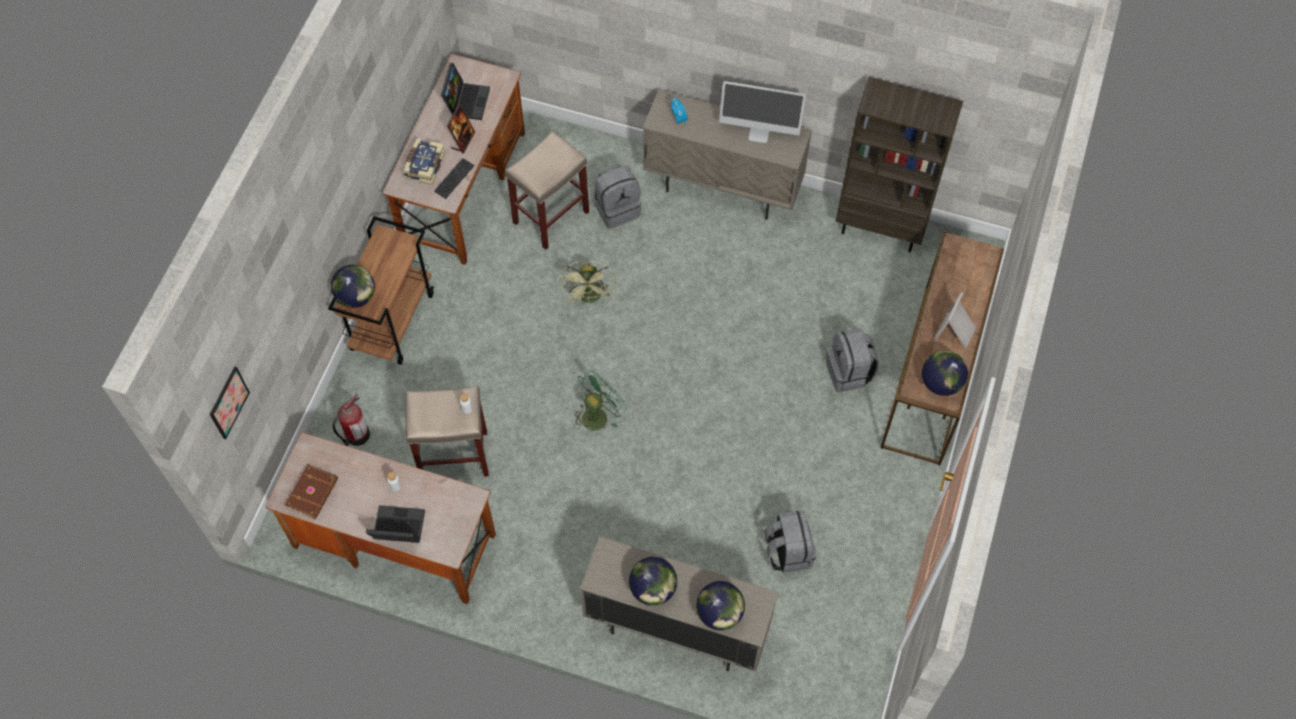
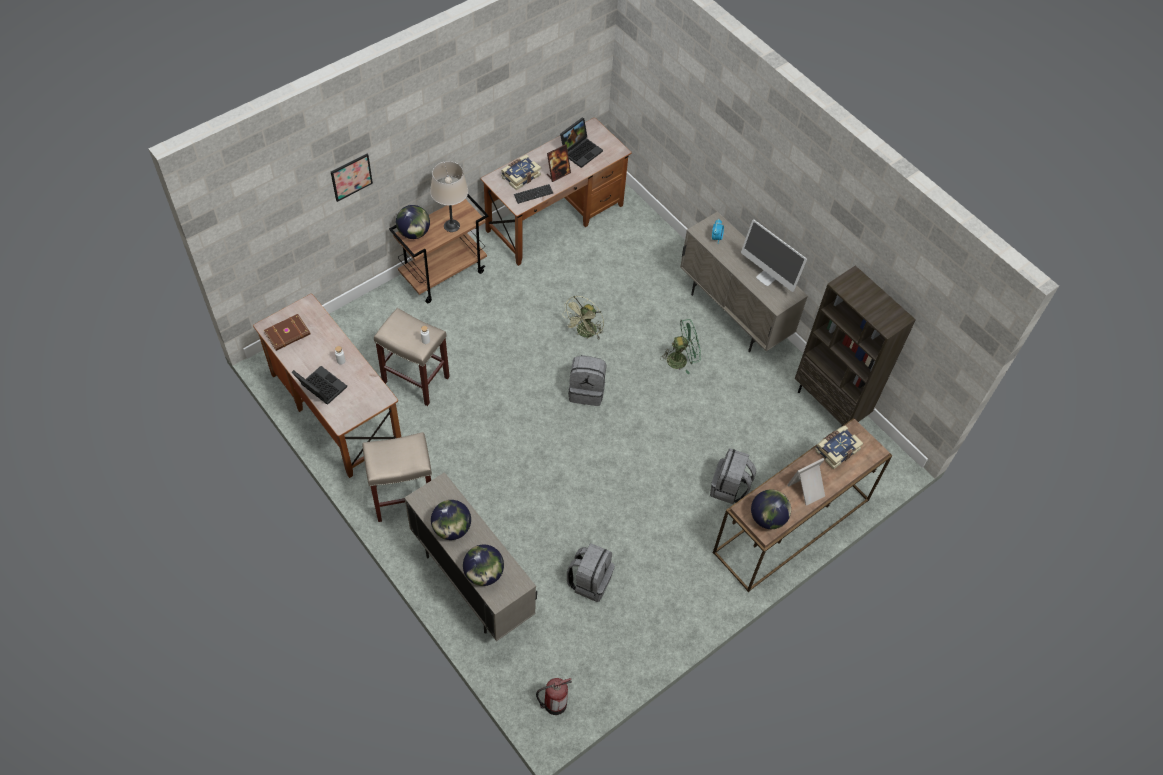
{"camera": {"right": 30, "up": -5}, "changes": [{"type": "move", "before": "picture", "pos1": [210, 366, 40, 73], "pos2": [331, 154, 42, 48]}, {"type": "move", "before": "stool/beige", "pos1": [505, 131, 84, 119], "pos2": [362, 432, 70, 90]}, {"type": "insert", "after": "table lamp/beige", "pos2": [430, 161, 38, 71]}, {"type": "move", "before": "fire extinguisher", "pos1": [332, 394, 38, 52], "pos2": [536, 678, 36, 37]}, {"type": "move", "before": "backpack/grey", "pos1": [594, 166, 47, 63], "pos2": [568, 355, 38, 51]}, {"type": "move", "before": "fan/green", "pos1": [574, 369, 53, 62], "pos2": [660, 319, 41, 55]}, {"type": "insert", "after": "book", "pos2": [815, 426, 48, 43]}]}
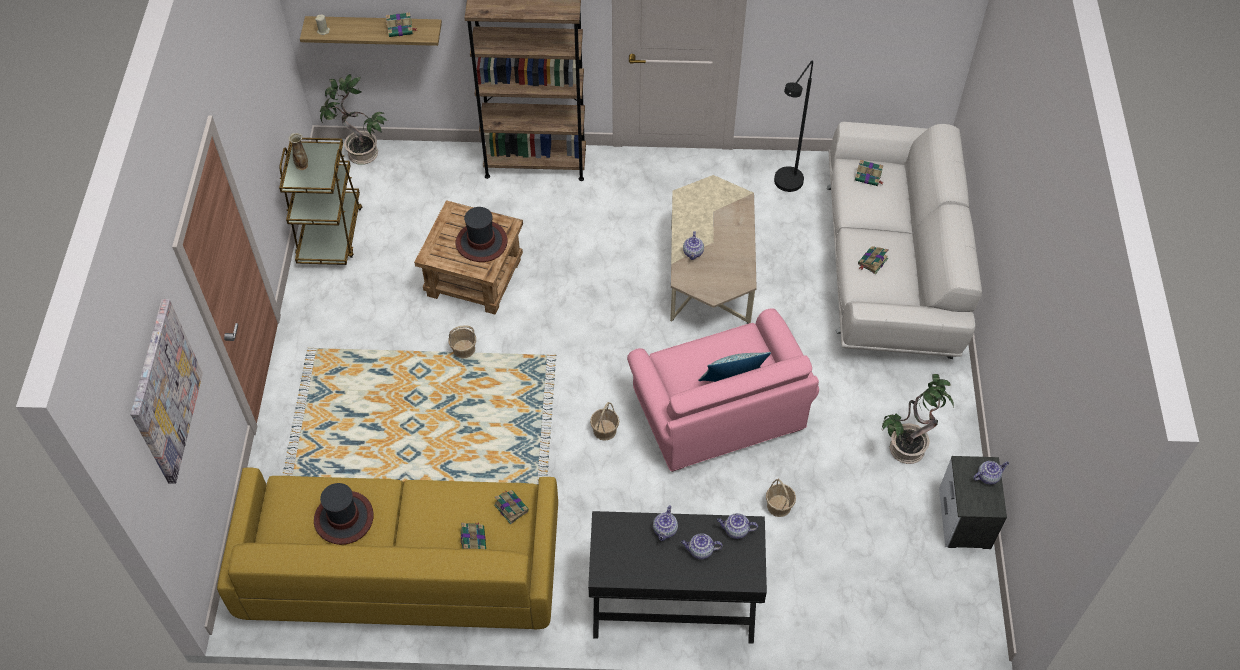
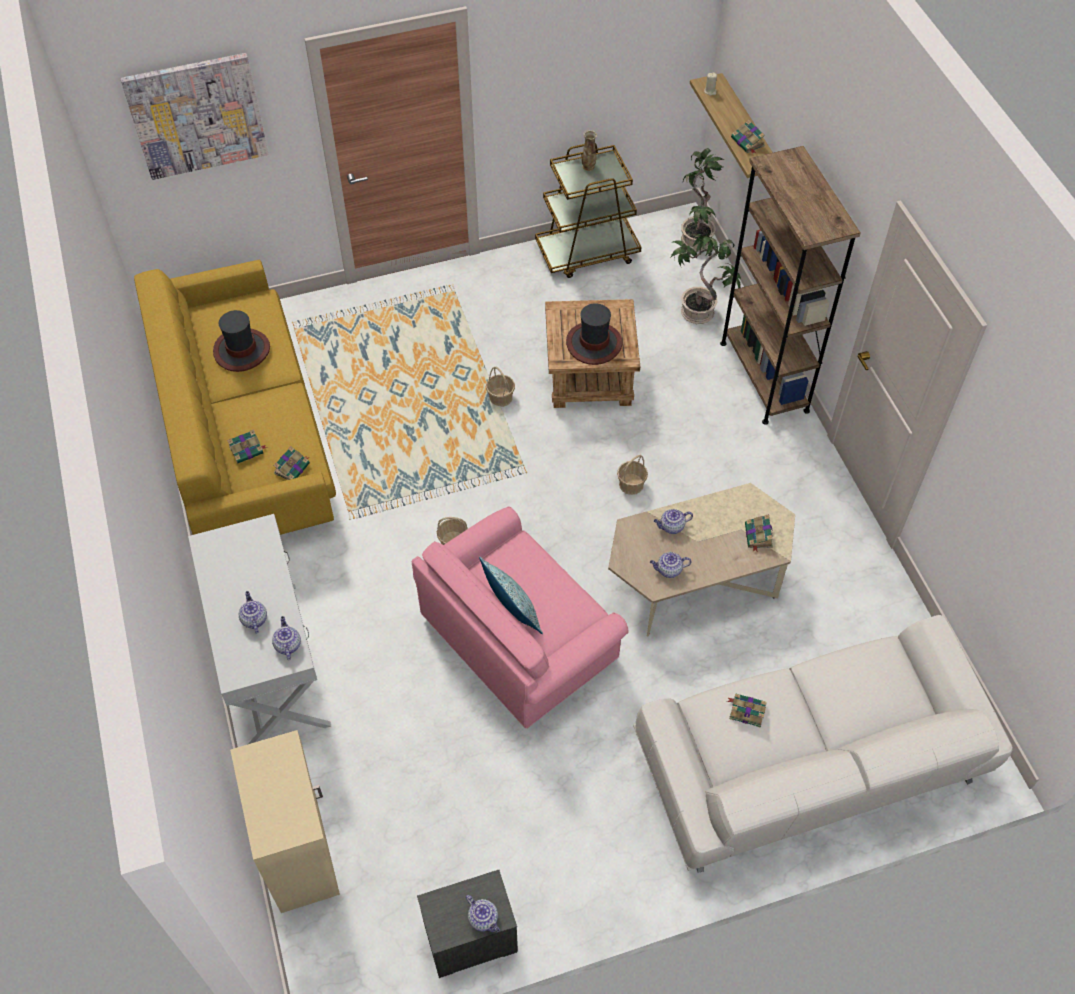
{"camera": {"right": 70, "up": 0}, "changes": [{"type": "recolor", "before": "console table/black", "after": "console table/white", "pos1": [588, 511, 179, 133], "pos2": [188, 514, 143, 231]}, {"type": "insert", "after": "cabinet/beige", "pos2": [230, 730, 110, 183]}, {"type": "move", "before": "basket", "pos1": [766, 479, 30, 38], "pos2": [617, 455, 31, 40]}, {"type": "move", "before": "teapot", "pos1": [653, 505, 25, 36], "pos2": [650, 552, 42, 26]}, {"type": "move", "before": "potted plant", "pos1": [882, 374, 72, 90], "pos2": [670, 234, 71, 90]}, {"type": "move", "before": "book", "pos1": [855, 160, 29, 26], "pos2": [745, 514, 28, 38]}, {"type": "delete", "before": "floor lamp/black", "pos1": [774, 61, 39, 131]}]}
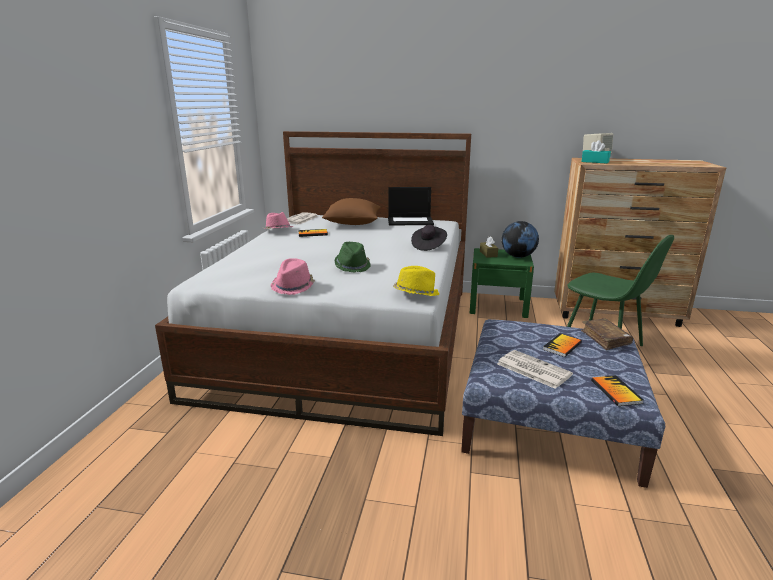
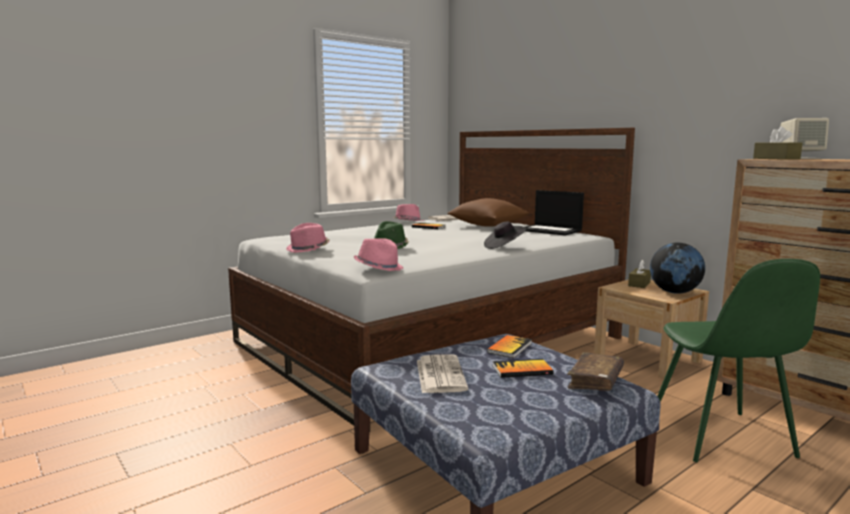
{"camera": {"right": 40, "up": -10}, "changes": [{"type": "recolor", "before": "hat/yellow", "after": "hat/pink", "pos1": [393, 266, 47, 30], "pos2": [354, 238, 49, 33]}, {"type": "move", "before": "book", "pos1": [591, 375, 53, 31], "pos2": [487, 335, 45, 23]}, {"type": "recolor", "before": "nightstand/green", "after": "nightstand/beige", "pos1": [469, 248, 65, 70], "pos2": [594, 279, 115, 100]}, {"type": "recolor", "before": "tissue box/turquoise", "after": "tissue box/brown", "pos1": [581, 140, 30, 23], "pos2": [753, 126, 49, 34]}]}
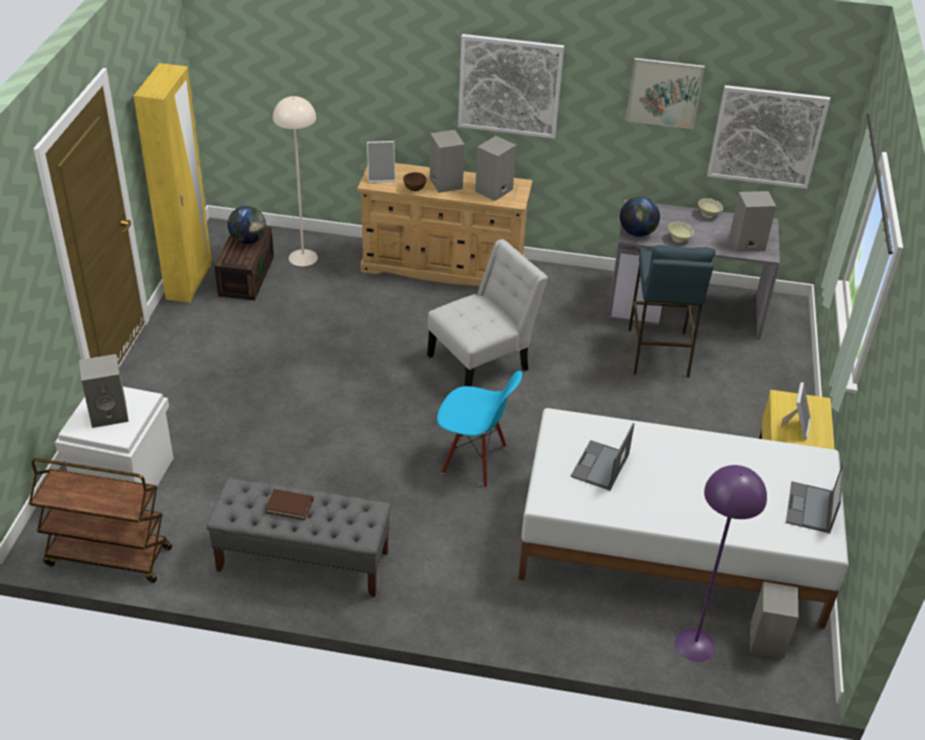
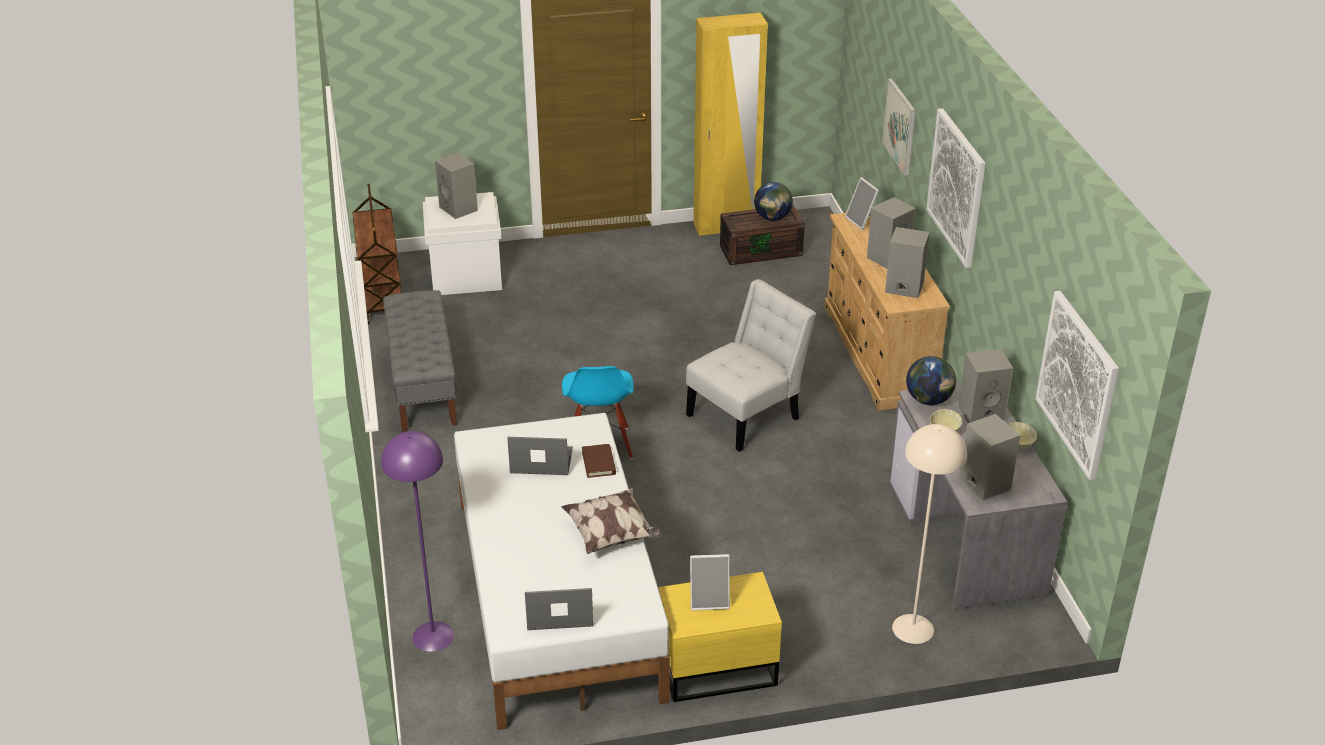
{"camera": {"right": 70, "up": -5}, "changes": [{"type": "insert", "after": "pillow", "pos2": [561, 488, 101, 66]}, {"type": "move", "before": "book/brown", "pos1": [265, 489, 48, 31], "pos2": [582, 444, 34, 34]}, {"type": "rotate", "before": "chair/white", "pos1": [427, 239, 121, 148], "pos2": [686, 279, 130, 173], "turn": -75}, {"type": "move", "before": "picture", "pos1": [626, 58, 79, 71], "pos2": [882, 78, 33, 98]}, {"type": "move", "before": "floor lamp/beige", "pos1": [273, 96, 45, 170], "pos2": [892, 424, 75, 220]}, {"type": "move", "before": "speaker/grey", "pos1": [750, 581, 48, 78], "pos2": [958, 349, 55, 74]}, {"type": "delete", "before": "bowl/brown", "pos1": [403, 172, 24, 19]}, {"type": "delete", "before": "stool/blue", "pos1": [628, 245, 88, 133]}]}
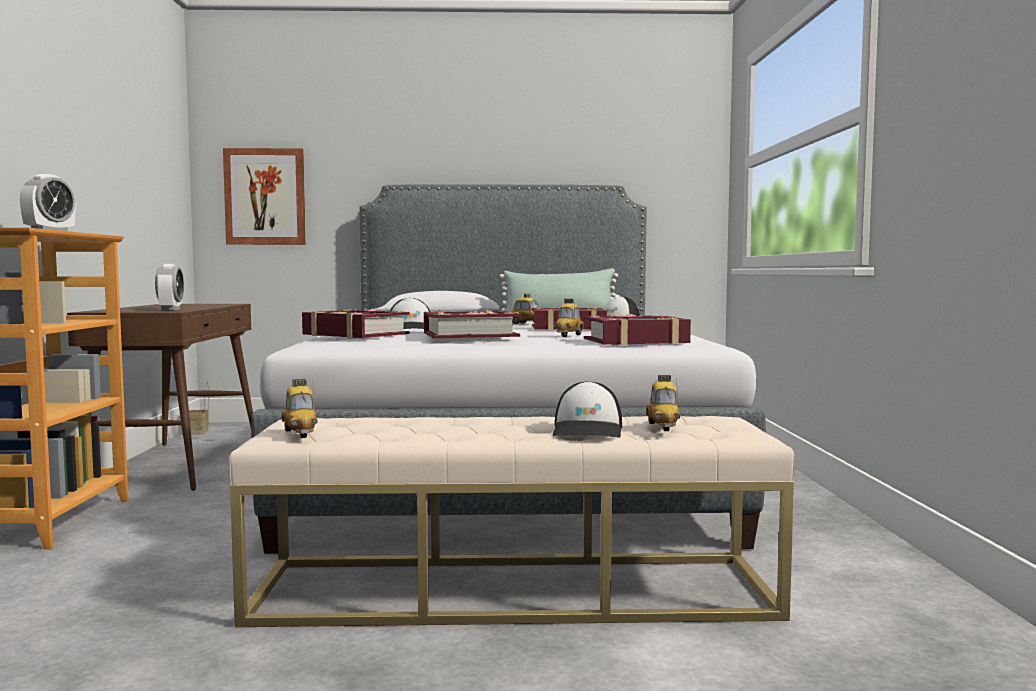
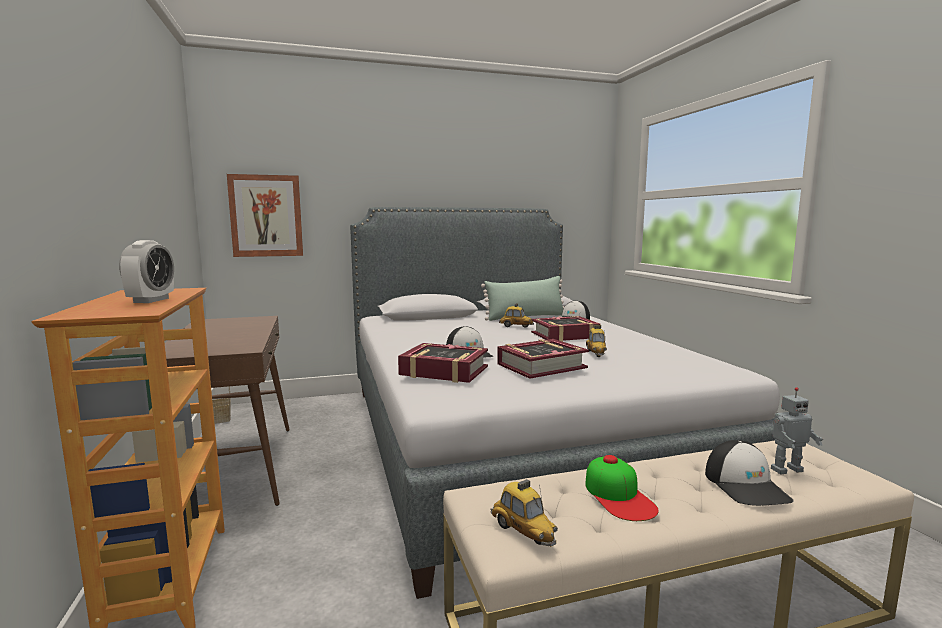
{"camera": {"right": -15, "up": 5}, "changes": [{"type": "insert", "after": "cap", "pos2": [585, 455, 74, 66]}, {"type": "replace", "before": "toy car", "after": "toy robot", "pos1": [646, 375, 34, 56], "pos2": [771, 387, 52, 87]}, {"type": "delete", "before": "alarm clock", "pos1": [155, 264, 29, 46]}, {"type": "delete", "before": "book", "pos1": [584, 314, 107, 31]}]}
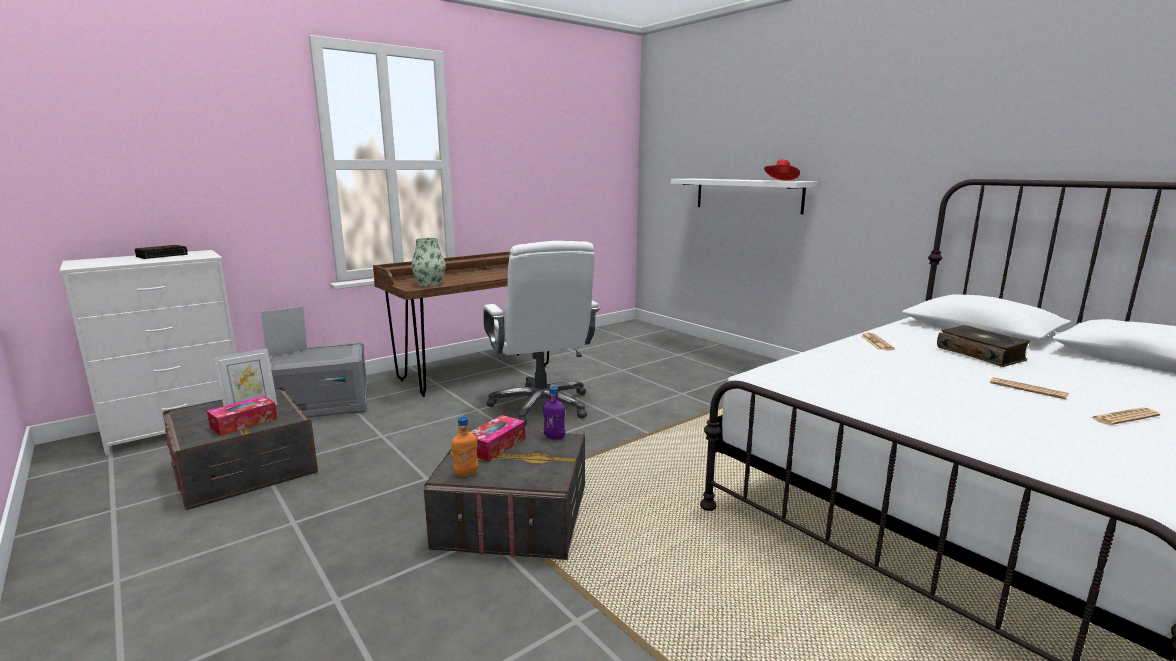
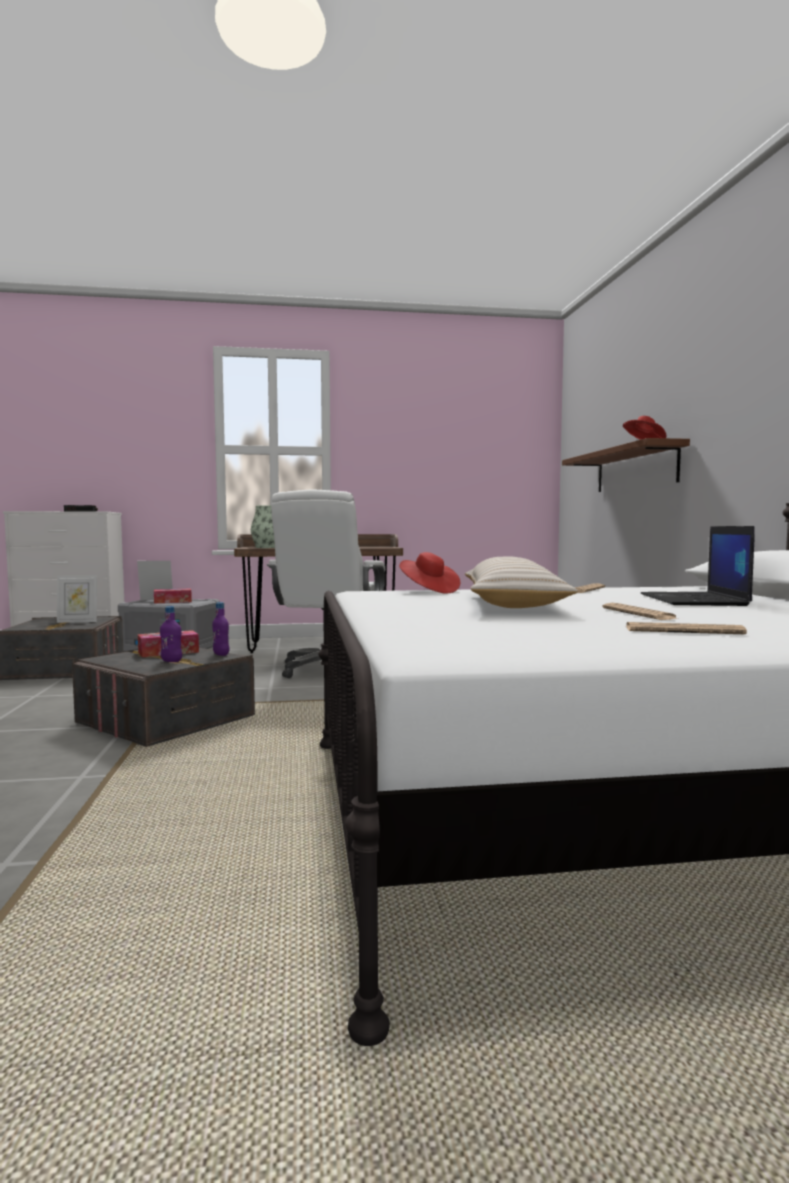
{"camera": {"right": 30, "up": -10}, "changes": [{"type": "move", "before": "tissue box", "pos1": [207, 396, 70, 40], "pos2": [154, 588, 38, 15]}, {"type": "insert", "after": "bottle/purple", "pos2": [160, 606, 22, 56]}, {"type": "insert", "after": "hat/red", "pos2": [399, 552, 61, 42]}, {"type": "insert", "after": "pillow/beige", "pos2": [465, 556, 113, 52]}, {"type": "recolor", "before": "shelf/white", "after": "shelf/brown", "pos1": [671, 179, 146, 35], "pos2": [562, 438, 128, 54]}, {"type": "replace", "before": "book", "after": "laptop", "pos1": [937, 325, 93, 42], "pos2": [640, 526, 115, 80]}, {"type": "delete", "before": "bottle/orange", "pos1": [452, 416, 26, 61]}]}
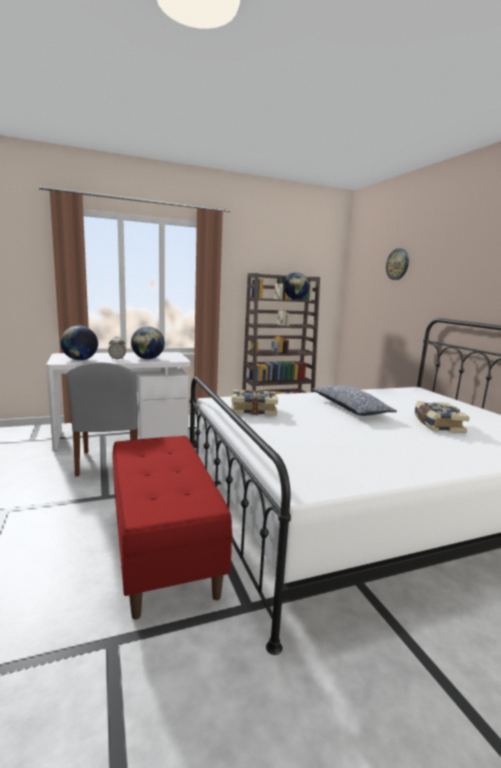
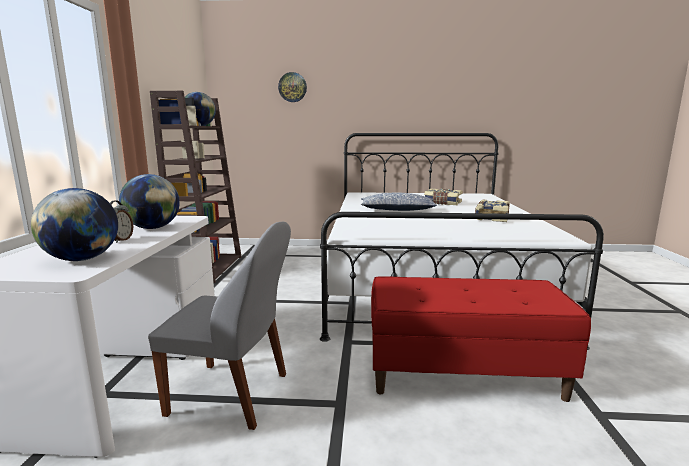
{"camera": {"right": -65, "up": 0}, "changes": [{"type": "move", "before": "book", "pos1": [231, 390, 47, 26], "pos2": [475, 200, 35, 22]}]}
